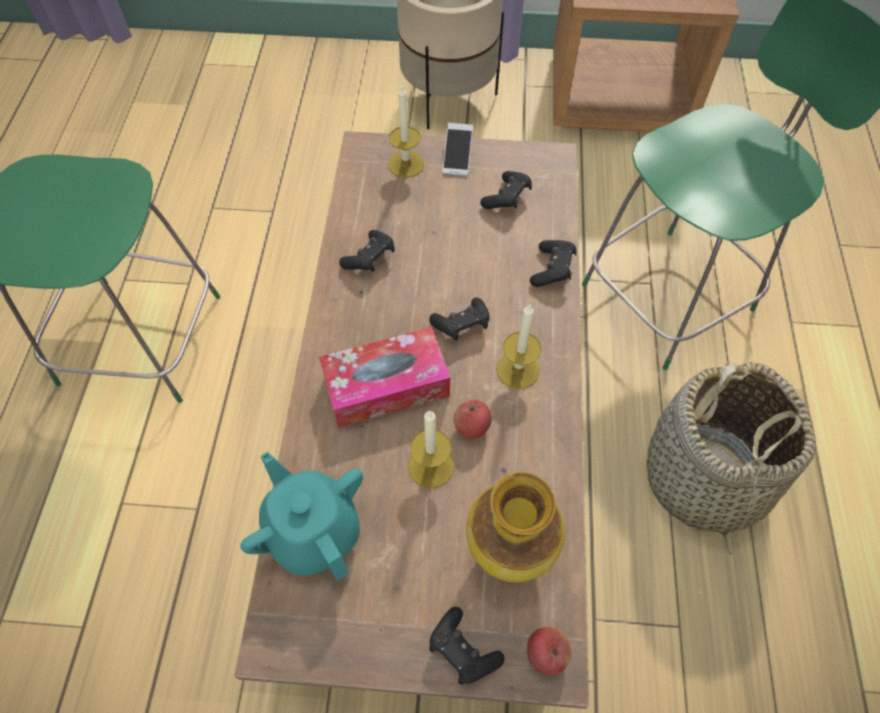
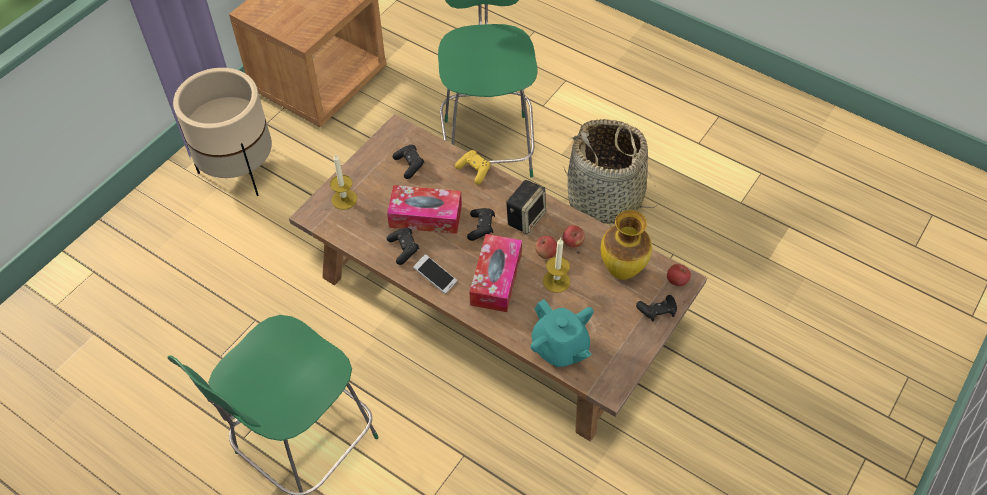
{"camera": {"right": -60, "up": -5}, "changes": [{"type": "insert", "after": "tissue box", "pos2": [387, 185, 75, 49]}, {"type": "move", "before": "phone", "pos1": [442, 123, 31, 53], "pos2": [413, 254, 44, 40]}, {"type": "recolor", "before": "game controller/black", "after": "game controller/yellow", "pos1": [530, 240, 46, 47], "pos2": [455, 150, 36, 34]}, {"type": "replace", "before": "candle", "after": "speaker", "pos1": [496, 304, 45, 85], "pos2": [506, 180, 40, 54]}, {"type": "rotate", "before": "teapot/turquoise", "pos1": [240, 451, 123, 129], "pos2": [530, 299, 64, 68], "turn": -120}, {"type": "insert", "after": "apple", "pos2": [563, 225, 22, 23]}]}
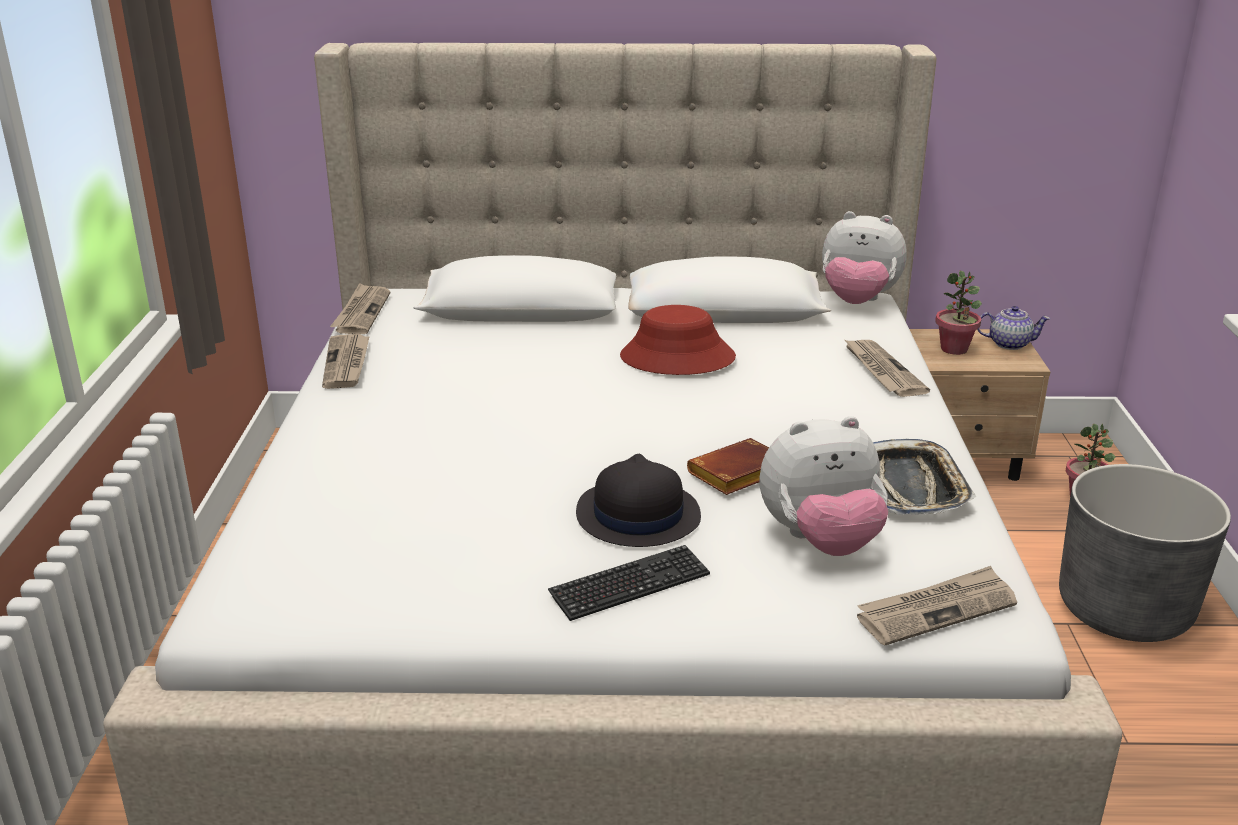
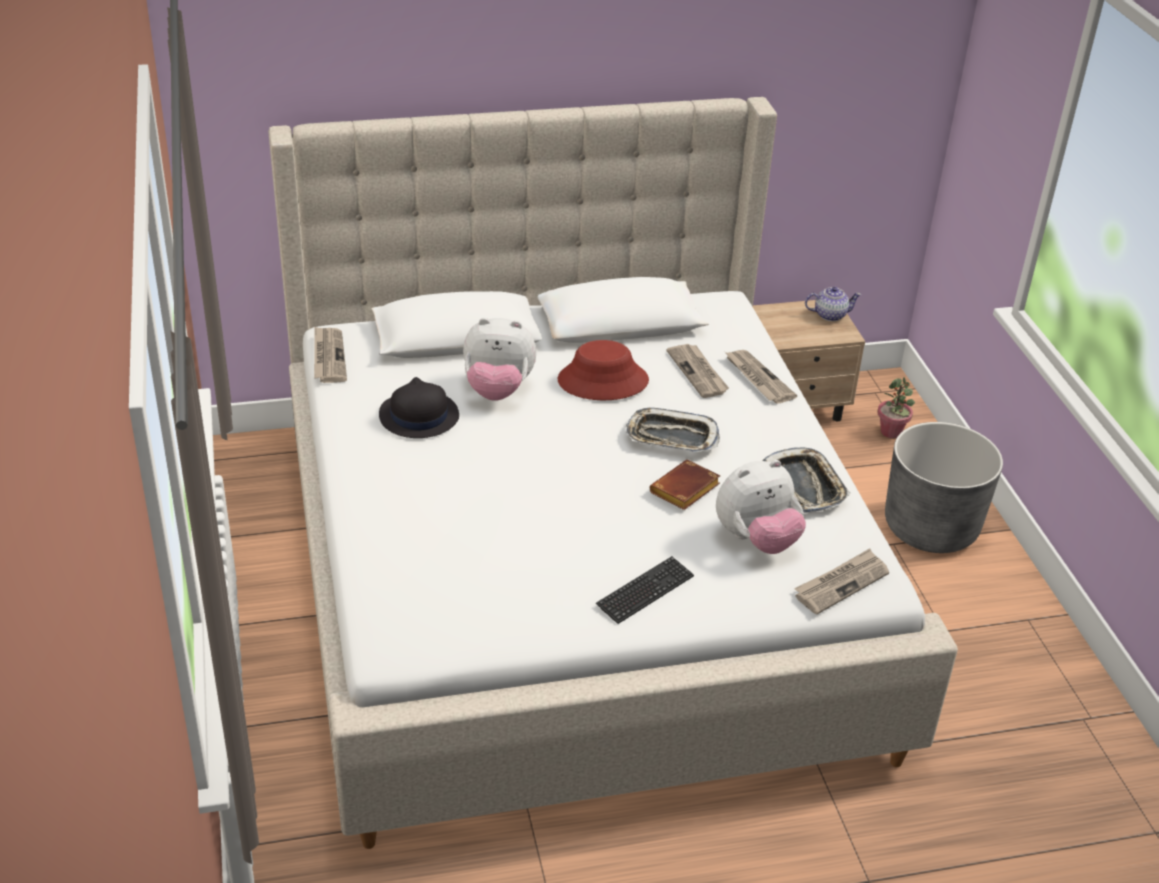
{"camera": {"right": -15, "up": 10}, "changes": [{"type": "move", "before": "hat/black", "pos1": [576, 454, 125, 93], "pos2": [379, 377, 80, 61]}, {"type": "move", "before": "plush toy", "pos1": [822, 211, 85, 93], "pos2": [463, 318, 73, 83]}, {"type": "insert", "after": "tray", "pos2": [626, 408, 94, 44]}, {"type": "move", "before": "newspaper", "pos1": [322, 334, 48, 55], "pos2": [667, 344, 62, 54]}, {"type": "delete", "before": "potted plant", "pos1": [935, 271, 47, 84]}]}
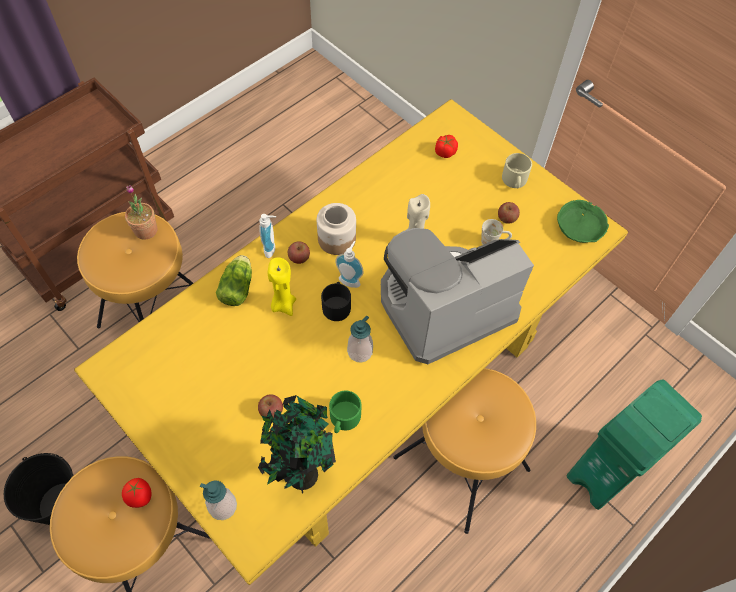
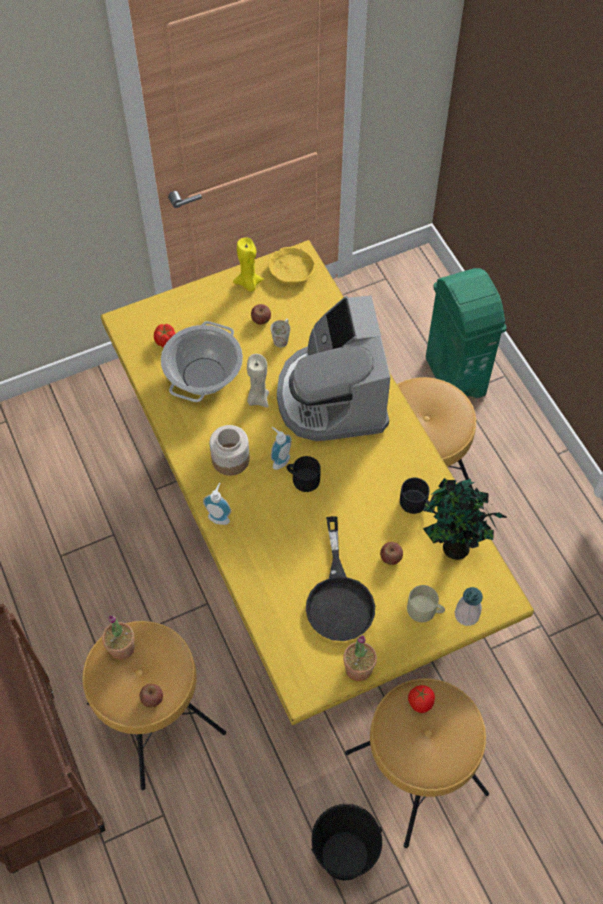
{"camera": {"right": -70, "up": 0}, "changes": [{"type": "move", "before": "apple", "pos1": [288, 241, 22, 23], "pos2": [140, 684, 23, 24]}, {"type": "insert", "after": "cooking pot", "pos2": [161, 321, 82, 81]}, {"type": "move", "before": "candle/yellow", "pos1": [268, 257, 28, 59], "pos2": [233, 238, 30, 53]}, {"type": "recolor", "before": "bowl/green", "after": "bowl/yellow", "pos1": [557, 200, 52, 43], "pos2": [268, 247, 47, 38]}, {"type": "insert", "after": "frying pan/black", "pos2": [306, 516, 69, 125]}, {"type": "insert", "after": "potted plant", "pos2": [343, 635, 34, 46]}, {"type": "recolor", "before": "mug/green", "after": "mug/black", "pos1": [329, 391, 32, 42], "pos2": [400, 478, 30, 36]}, {"type": "move", "before": "mug/beige", "pos1": [502, 153, 30, 35], "pos2": [407, 585, 38, 37]}, {"type": "delete", "before": "lettuce", "pos1": [216, 255, 36, 51]}, {"type": "delete", "before": "soap dispenser", "pos1": [347, 316, 26, 47]}]}
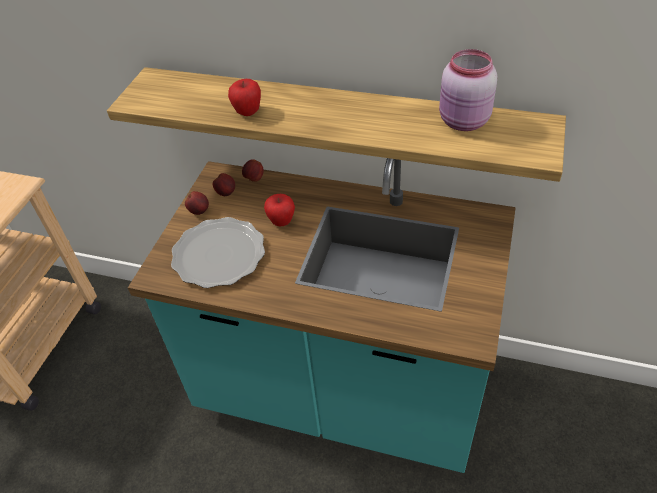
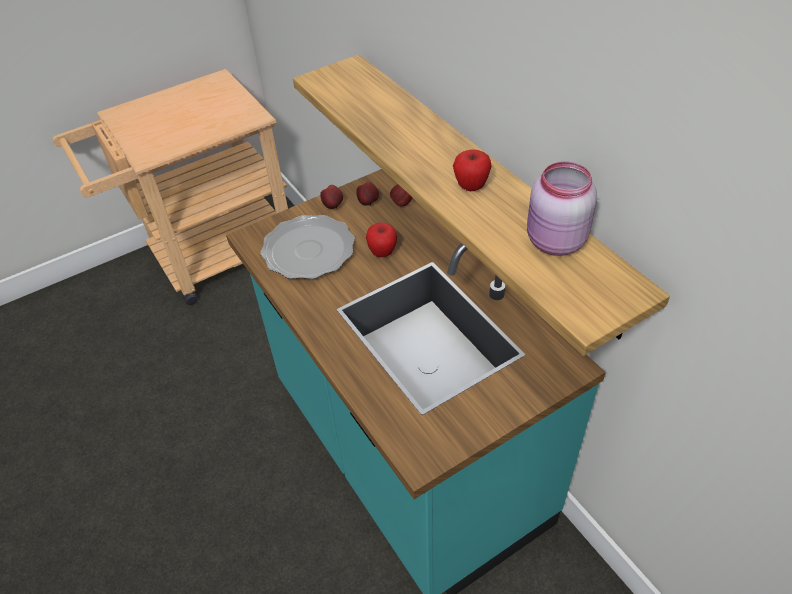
{"camera": {"right": 40, "up": 0}, "changes": [{"type": "move", "before": "apple", "pos1": [228, 79, 33, 37], "pos2": [453, 149, 39, 42]}]}
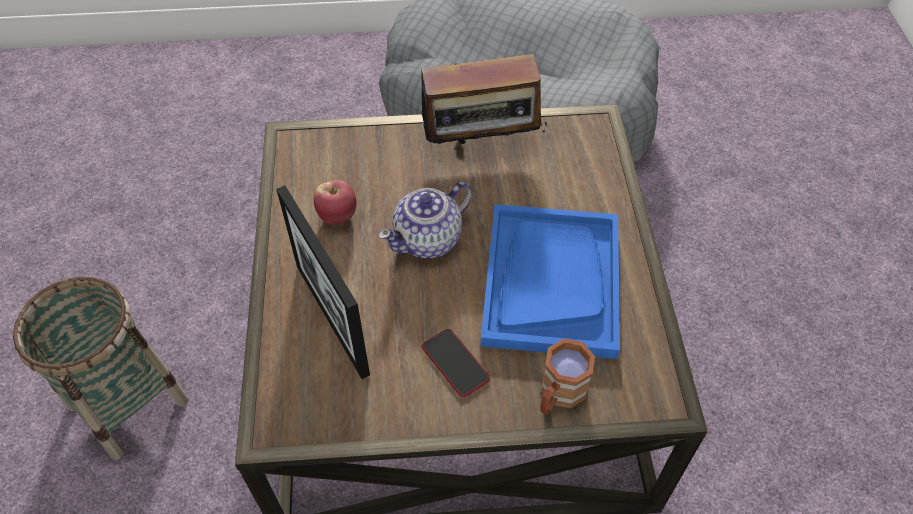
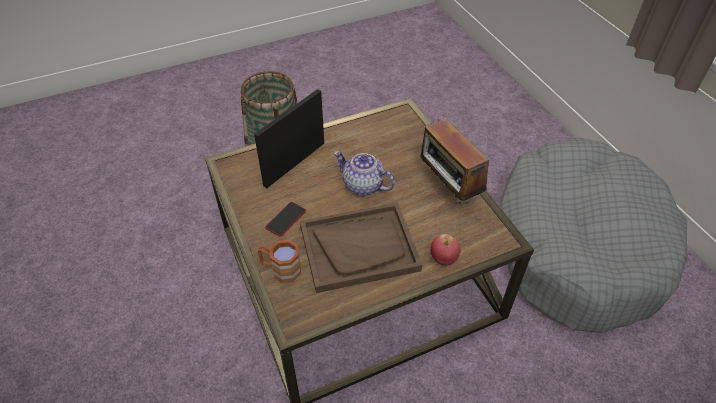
{"camera": {"right": 70, "up": -5}, "changes": [{"type": "recolor", "before": "tray/blue", "after": "tray/brown", "pos1": [481, 204, 139, 155], "pos2": [300, 203, 122, 90]}, {"type": "move", "before": "apple", "pos1": [314, 180, 43, 45], "pos2": [430, 234, 31, 32]}]}
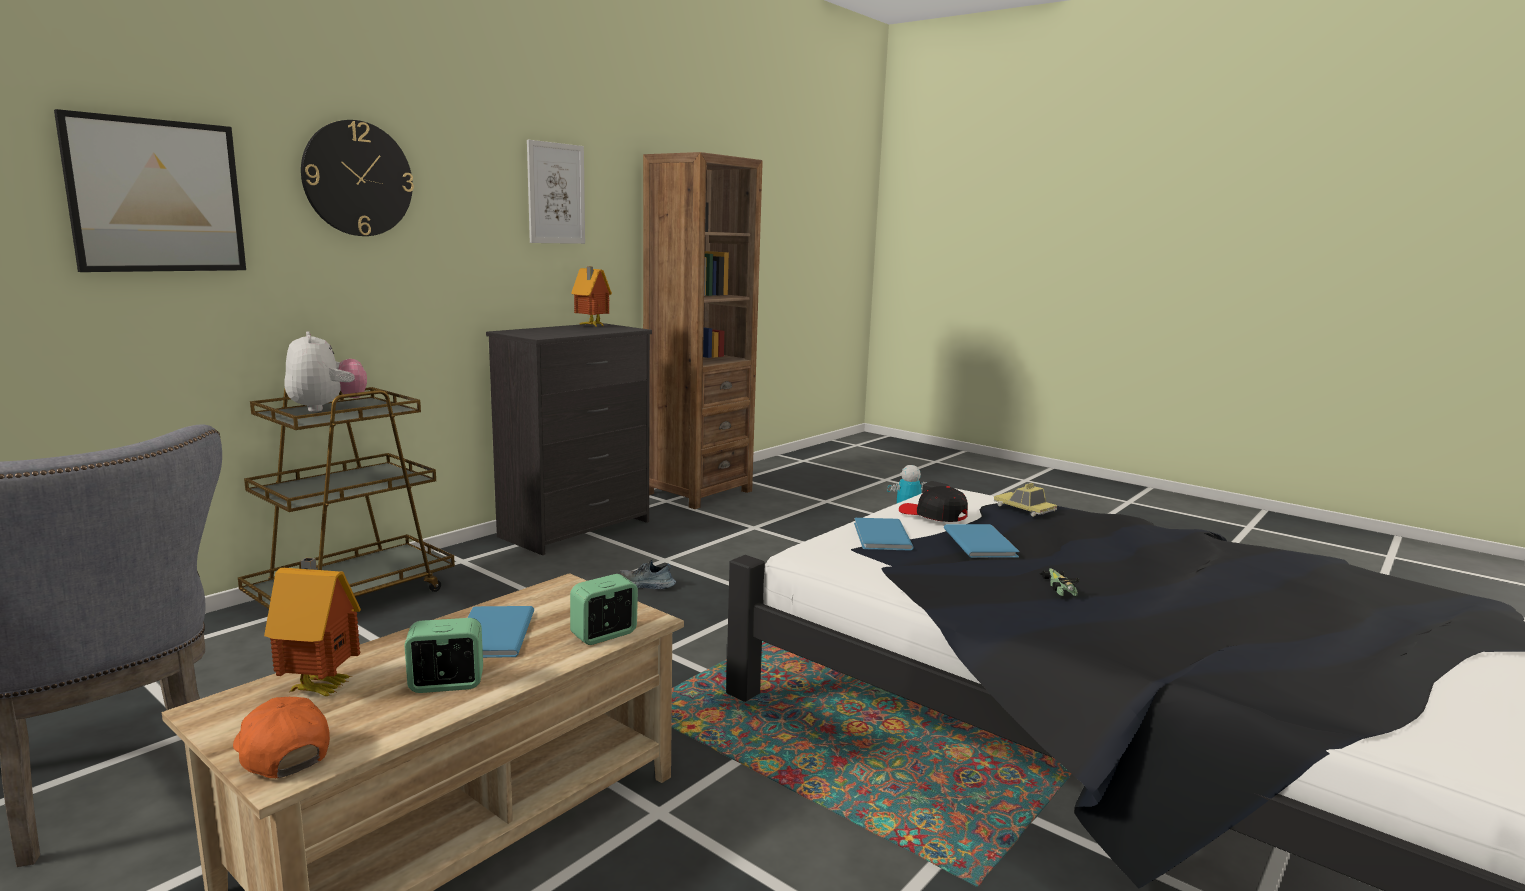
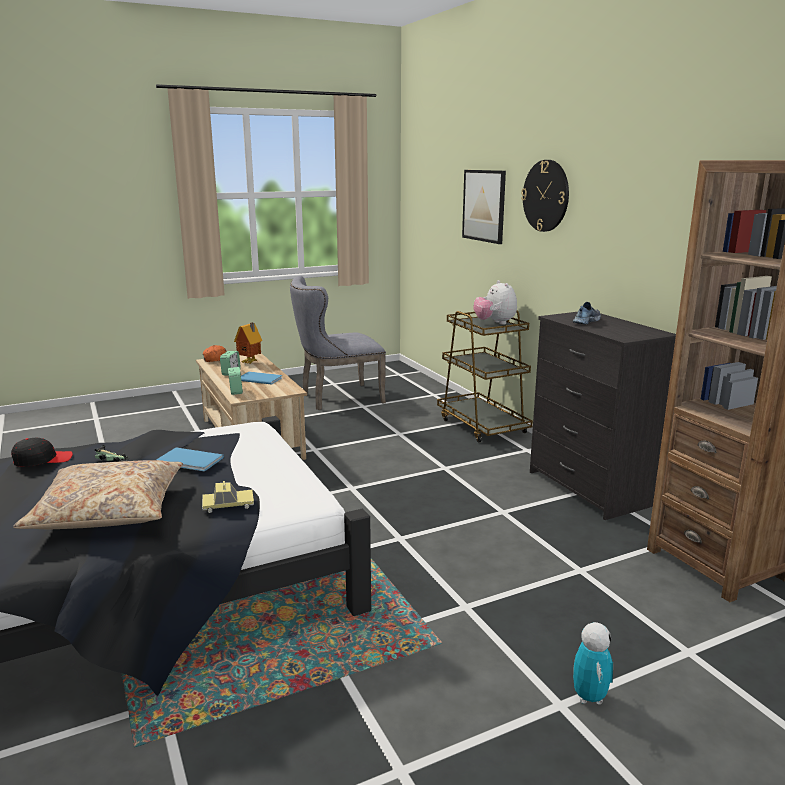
{"camera": {"right": 115, "up": 5}, "changes": [{"type": "move", "before": "cap/black", "pos1": [899, 486, 69, 36], "pos2": [11, 438, 62, 29]}, {"type": "insert", "after": "pillow/beige", "pos2": [13, 460, 170, 69]}, {"type": "rotate", "before": "plush toy", "pos1": [284, 331, 83, 81], "pos2": [473, 280, 44, 45], "turn": 75}, {"type": "move", "before": "shoe", "pos1": [619, 560, 57, 29], "pos2": [573, 302, 28, 22]}, {"type": "delete", "before": "picture", "pos1": [527, 140, 58, 104]}, {"type": "delete", "before": "toy house", "pos1": [571, 267, 41, 61]}, {"type": "delete", "before": "book/blue", "pos1": [854, 518, 60, 33]}]}
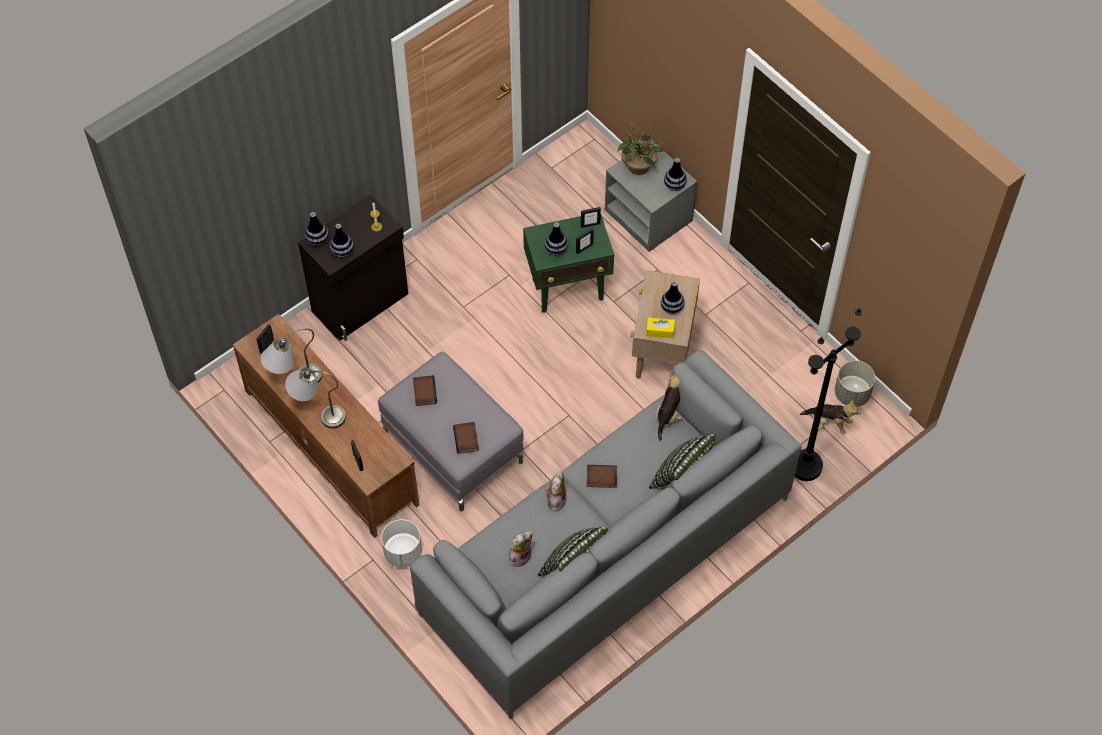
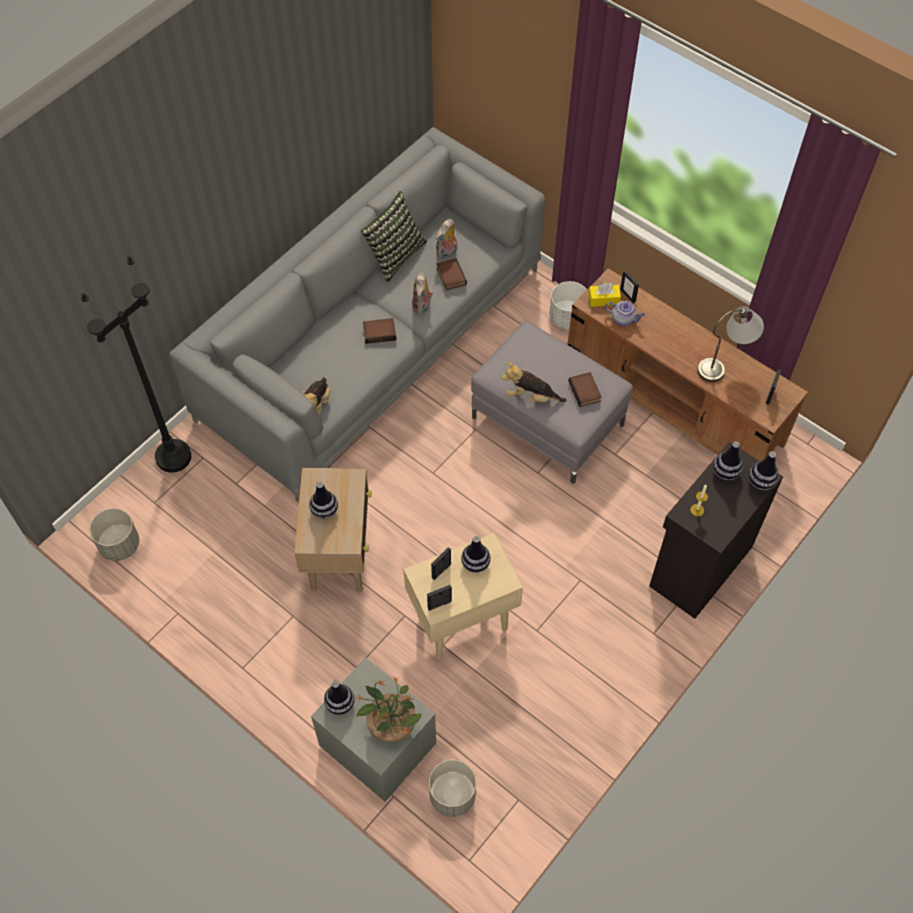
{"camera": {"right": 170, "up": 0}, "changes": [{"type": "recolor", "before": "side table/green", "after": "side table/beige", "pos1": [523, 215, 91, 98], "pos2": [403, 533, 120, 126]}, {"type": "insert", "after": "planter/grey", "pos2": [429, 760, 47, 57]}, {"type": "move", "before": "book", "pos1": [453, 422, 26, 32], "pos2": [436, 258, 31, 33]}, {"type": "move", "before": "plush toy", "pos1": [800, 399, 61, 35], "pos2": [501, 362, 65, 41]}, {"type": "move", "before": "tissue box/yellow", "pos1": [646, 317, 29, 21], "pos2": [588, 282, 33, 25]}, {"type": "insert", "after": "teapot", "pos2": [605, 301, 40, 25]}, {"type": "delete", "before": "table lamp/grey", "pos1": [285, 368, 61, 61]}, {"type": "delete", "before": "pillow", "pos1": [649, 434, 68, 55]}]}
